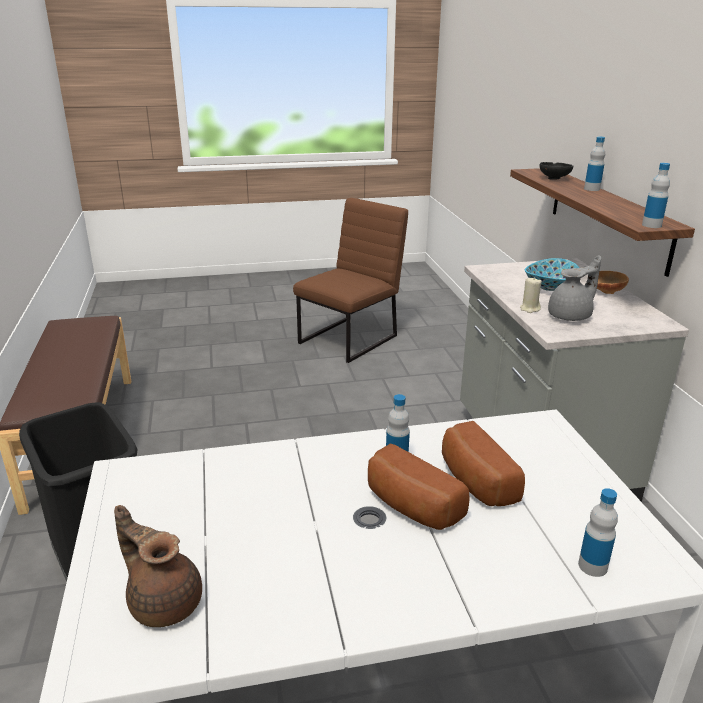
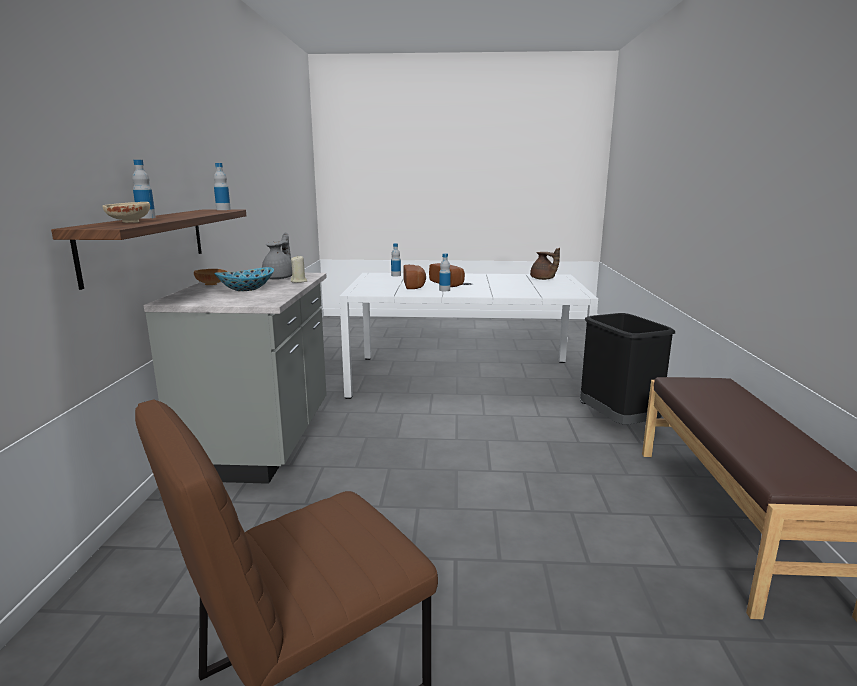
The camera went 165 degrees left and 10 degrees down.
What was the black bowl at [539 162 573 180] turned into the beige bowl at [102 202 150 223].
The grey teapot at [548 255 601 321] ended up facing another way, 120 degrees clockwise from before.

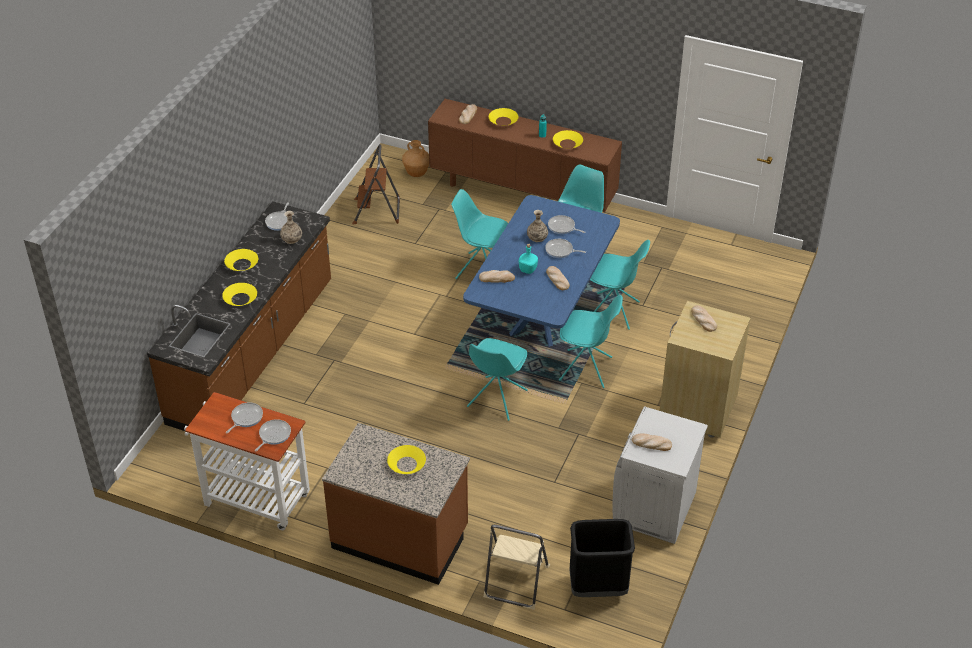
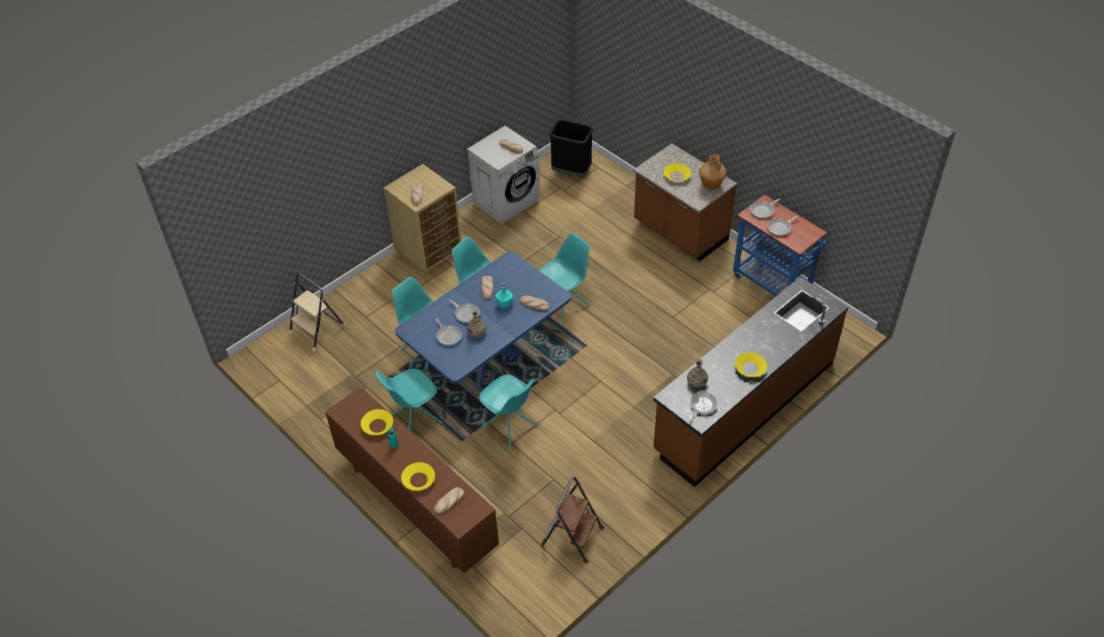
The camera went 155 degrees left and 5 degrees up.
The brown vase ended up elsewhere, having gone from [402 140 429 177] to [699 154 726 189].
The second view lost the yellow bowl at [222 283 257 306].
What was the white cart at [184 392 310 530] turned into the blue cart at [733 195 827 296].
The beige step ladder ended up elsewhere, having gone from [484 525 550 610] to [288 273 346 351].

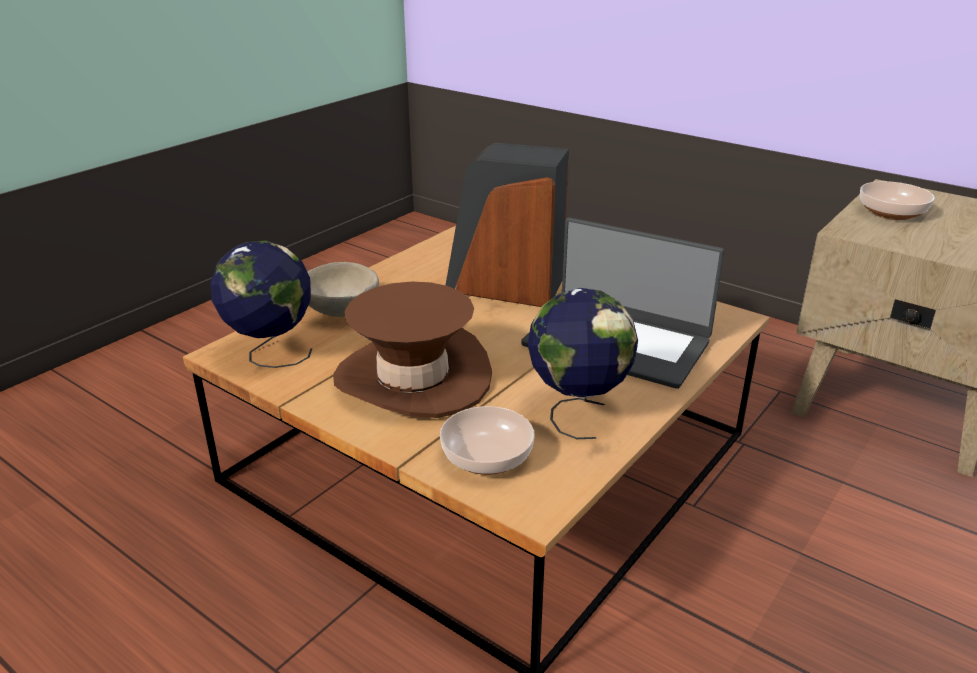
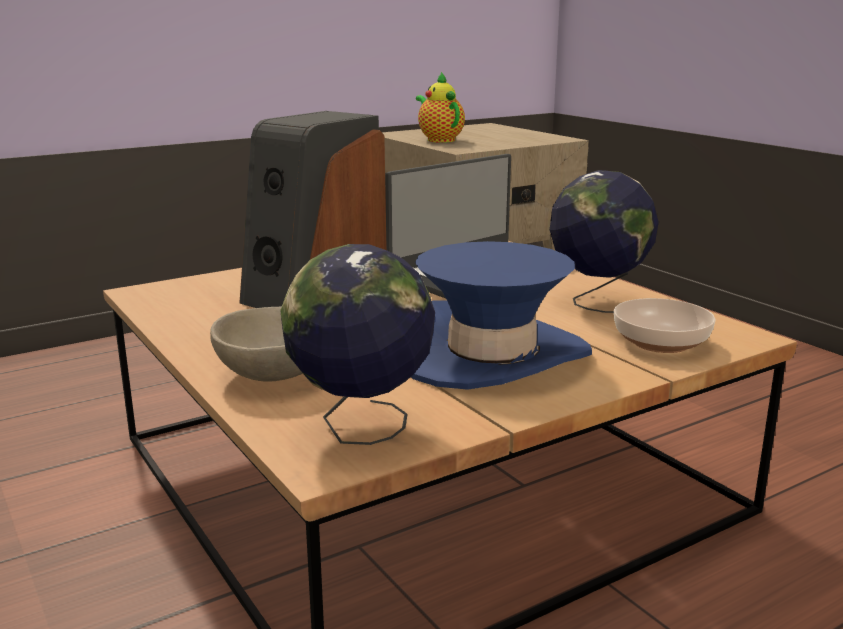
The camera went 70 degrees left and 10 degrees down.
Where the bowl stood at [860 181 935 220], the teapot came to stand at [416 72 465 143].
What was the brown hat at [333 282 492 418] turned into the blue hat at [411 241 592 390].

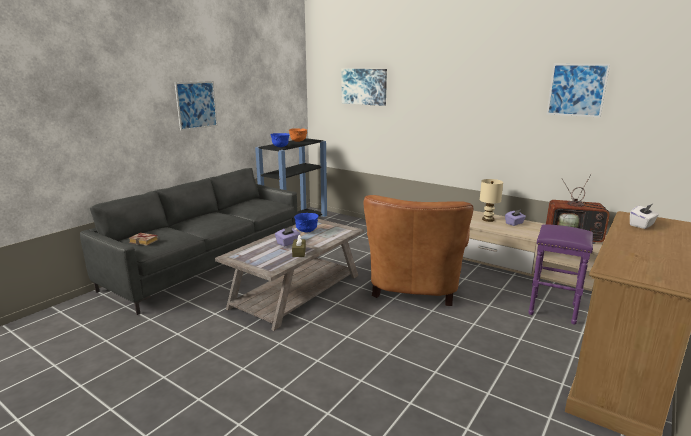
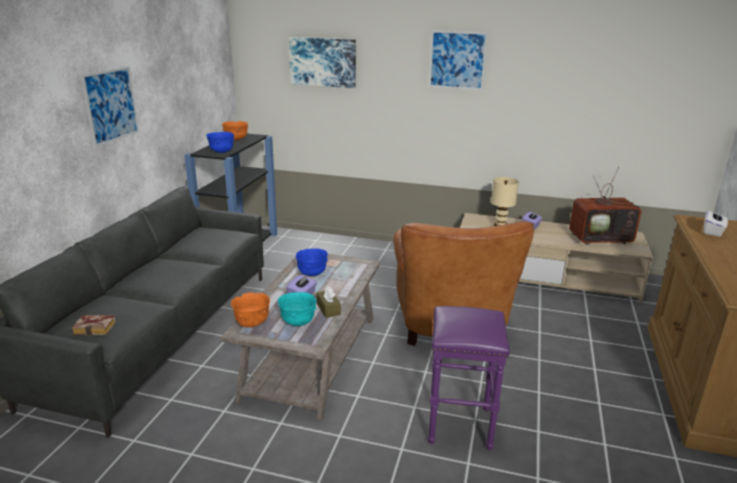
The camera went 20 degrees left and 5 degrees up.
The picture ended up elsewhere, having gone from [547 64 610 118] to [429 30 488 90].
The purple stool ended up elsewhere, having gone from [529 225 593 325] to [428 306 510 450].
The second view gained the turquoise bowl at [278 292 316 326].
The second view gained the orange bowl at [231 293 270 327].

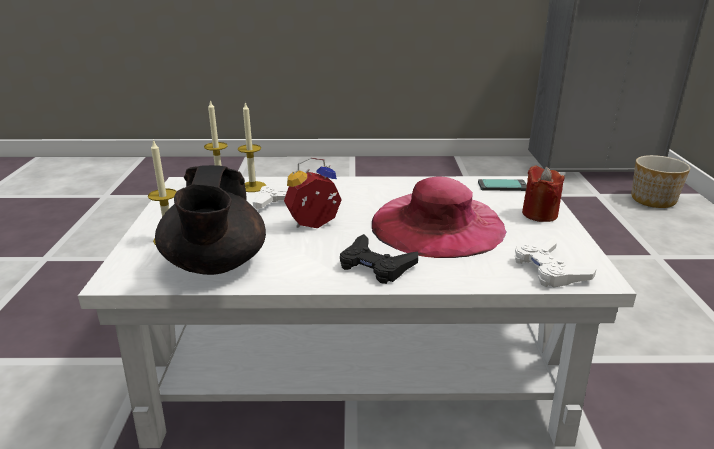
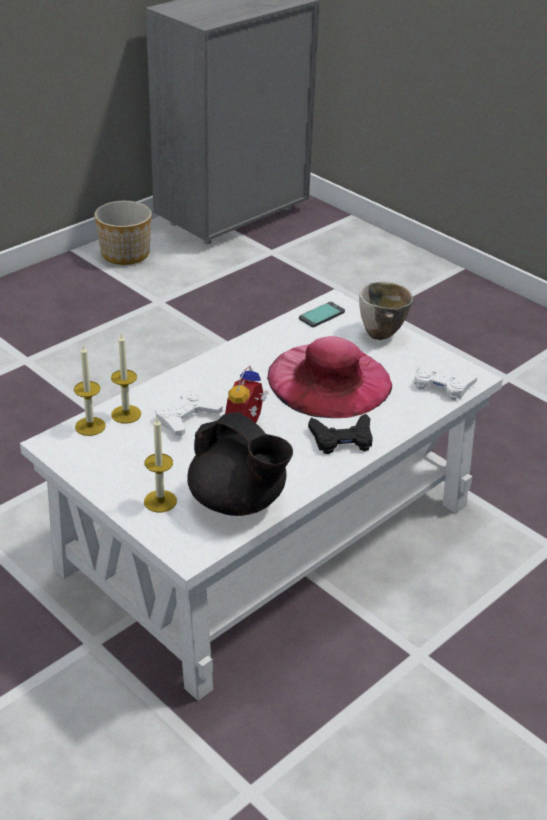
The camera went 45 degrees left and 10 degrees up.
The planter ended up elsewhere, having gone from [631 155 690 208] to [94 201 152 265].
Where the red candle stood at [522 166 565 222], the bowl came to stand at [359 282 413 340].

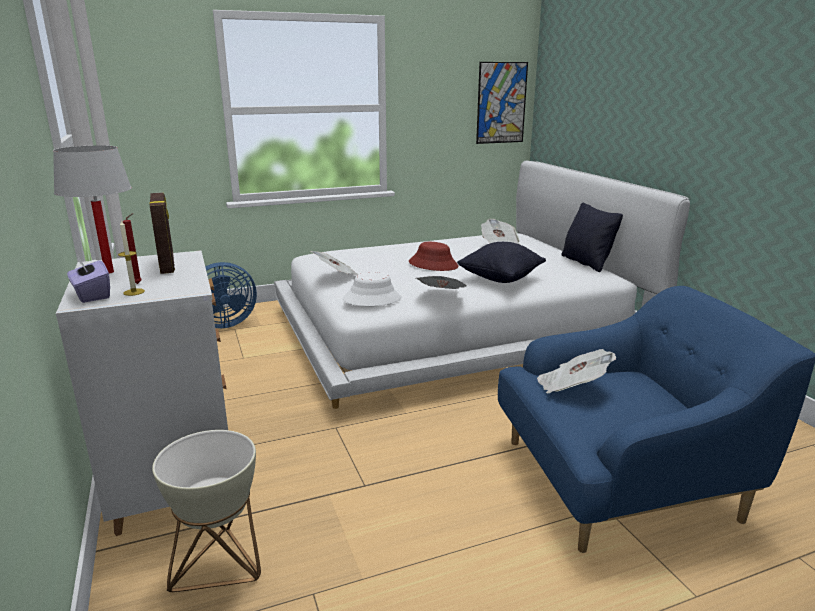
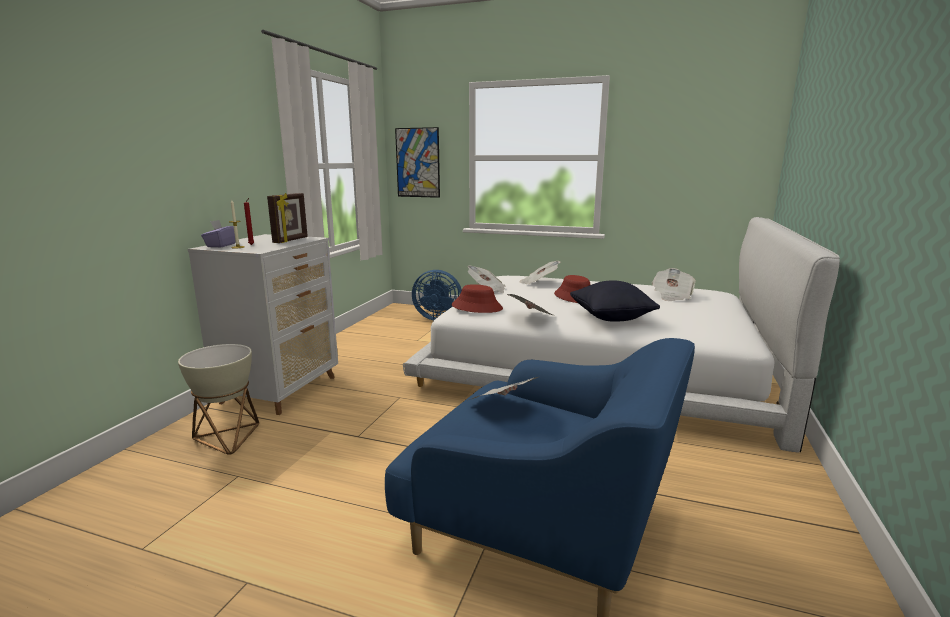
The camera went 40 degrees right and 5 degrees down.
The picture ended up elsewhere, having gone from [476 62 528 144] to [395 127 440 198].
The second view lost the white table lamp at [53 145 132 274].
The second view lost the black pillow at [561 203 623 272].
What was the white hat at [343 272 401 306] turned into the red hat at [452 284 503 313].
The second view gained the newspaper at [519 261 561 284].

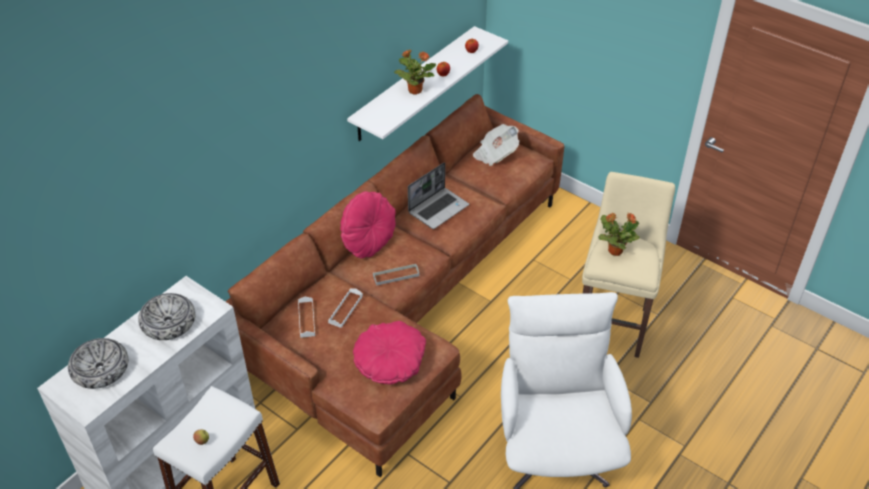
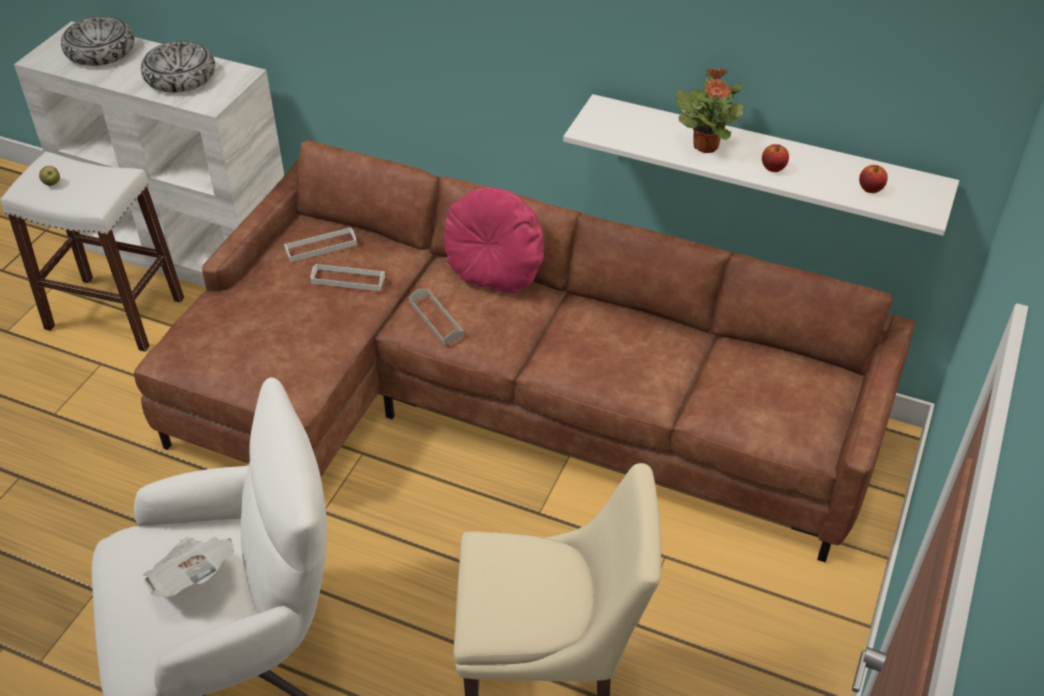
The camera went 75 degrees right and 0 degrees up.
The newspaper ended up elsewhere, having gone from [473 124 519 166] to [143 537 235 597].
The second view lost the laptop at [408 162 469 229].
The second view lost the potted plant at [598 212 640 256].
The second view lost the pink pillow at [353 321 426 384].

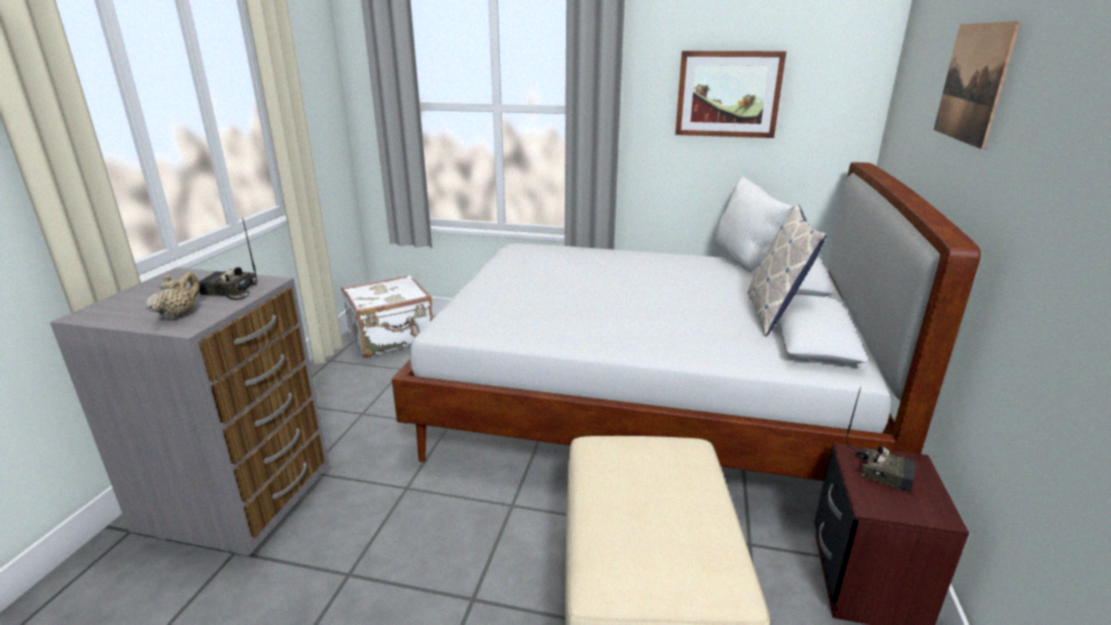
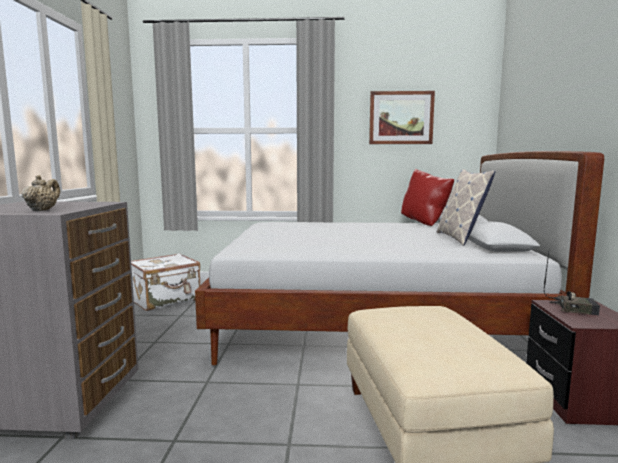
The camera went 10 degrees left and 15 degrees down.
The second view lost the picture at [934 21 1021 149].
What was the white pillow at [715 176 792 272] turned into the red pillow at [401 168 454 226].
The second view lost the radio at [199 218 257 300].

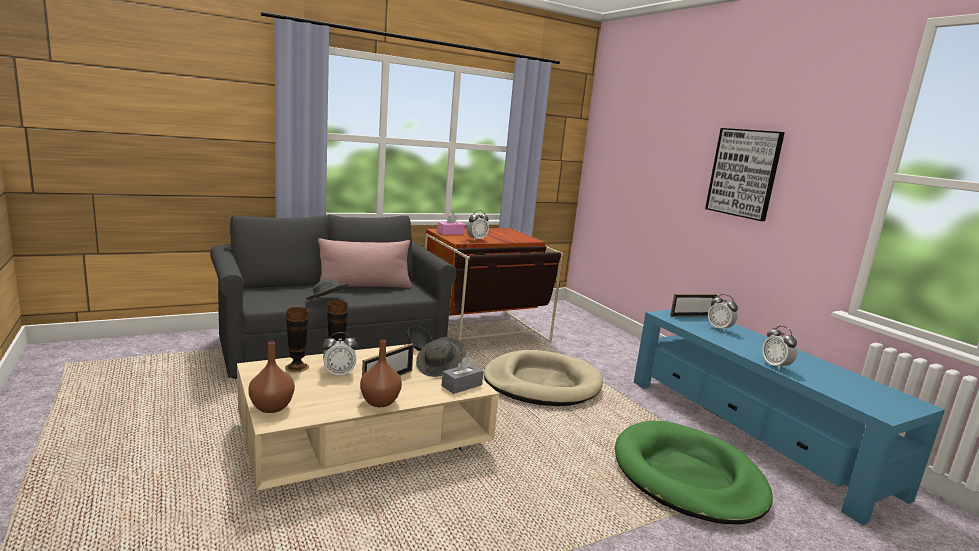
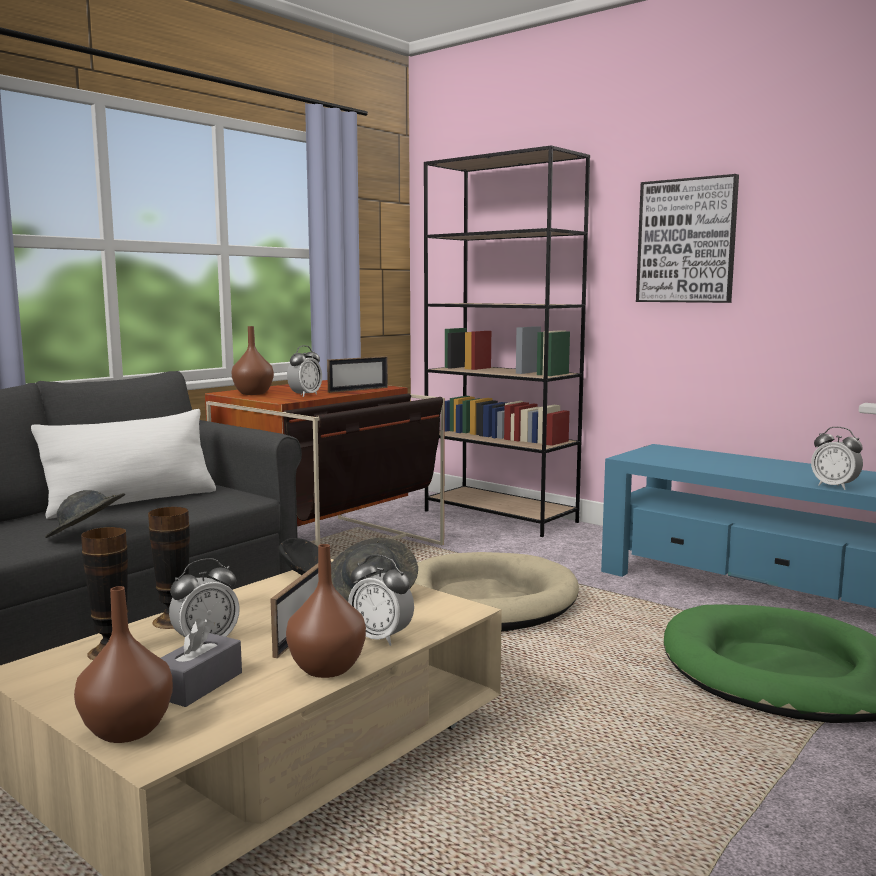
The camera went 20 degrees left and 5 degrees down.
Where the pink tissue box stood at [437 213 465 235], the brown vase came to stand at [232 326 274 395].
What was the pink pillow at [318 238 411 288] turned into the white pillow at [31 409 216 519].
The picture frame ended up elsewhere, having gone from [670 294 718 317] to [327 356 388 393].
The alarm clock ended up elsewhere, having gone from [708 294 738 332] to [348 554 414 646].
The grey tissue box ended up elsewhere, having gone from [442 357 484 394] to [161 619 242 707].
The second view gained the beige bookcase at [424 145 590 537].

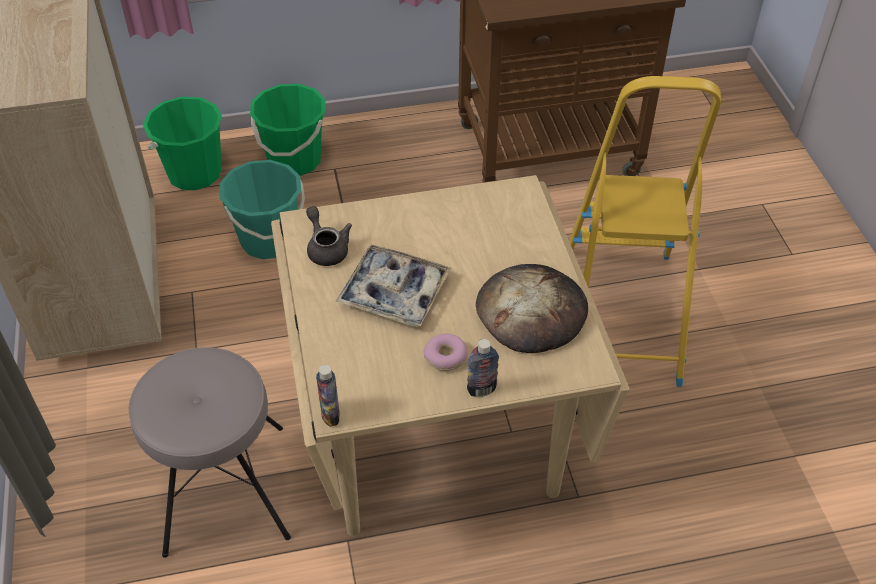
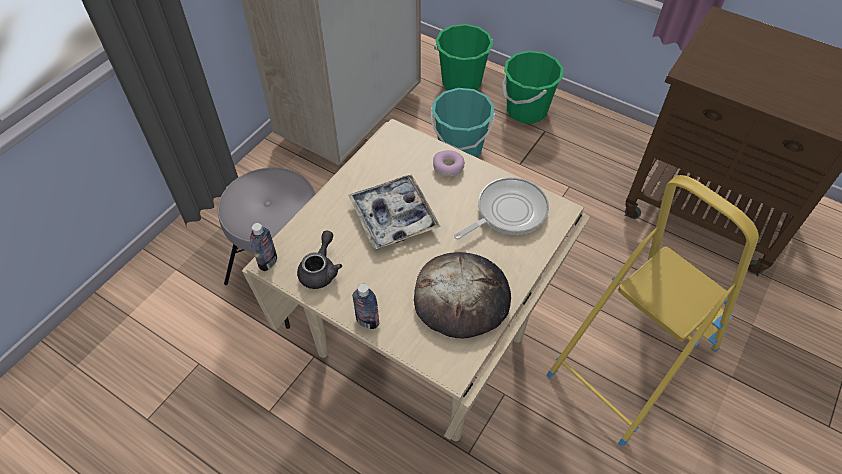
The camera went 45 degrees right and 5 degrees up.
The grey teapot ended up elsewhere, having gone from [306 206 352 266] to [297 230 342 289].
The donut ended up elsewhere, having gone from [424 334 468 371] to [433 150 465 177].
The second view gained the frying pan at [454 177 549 239].

